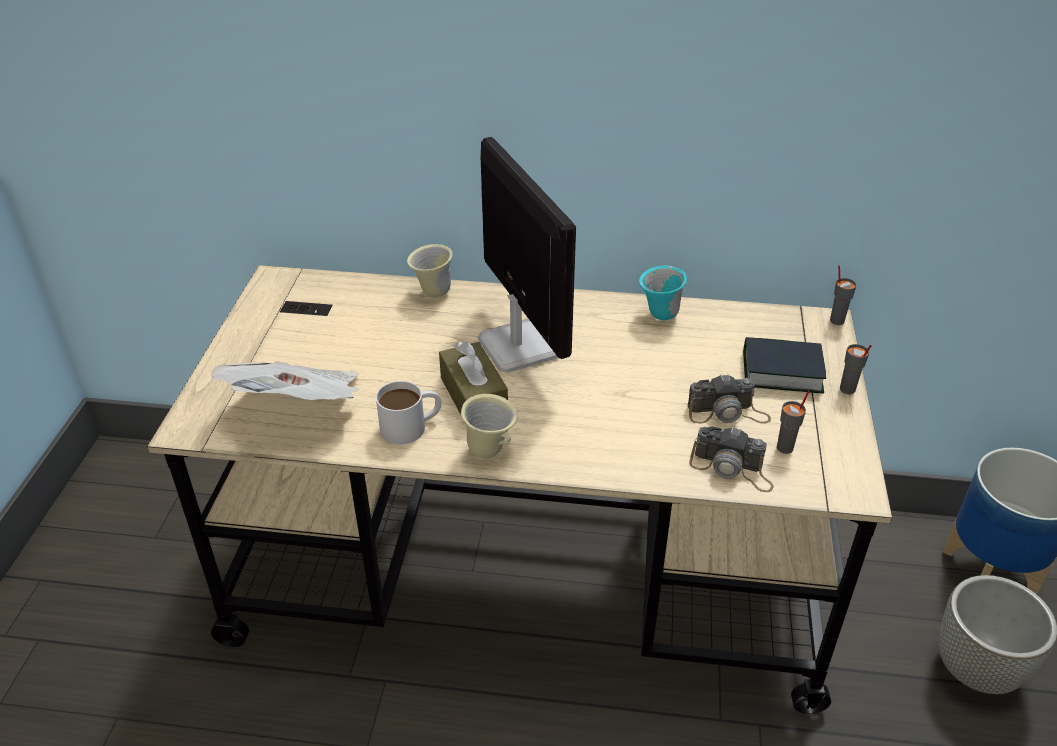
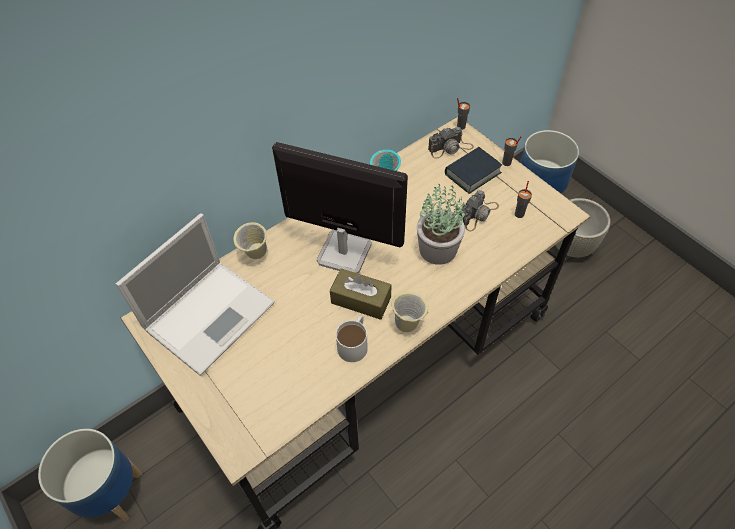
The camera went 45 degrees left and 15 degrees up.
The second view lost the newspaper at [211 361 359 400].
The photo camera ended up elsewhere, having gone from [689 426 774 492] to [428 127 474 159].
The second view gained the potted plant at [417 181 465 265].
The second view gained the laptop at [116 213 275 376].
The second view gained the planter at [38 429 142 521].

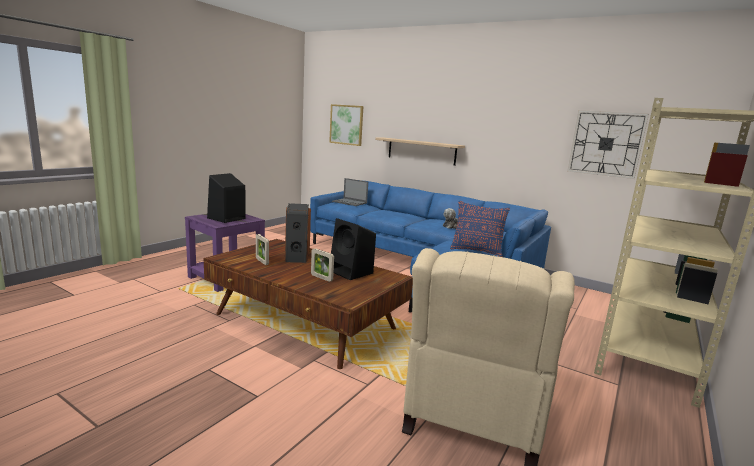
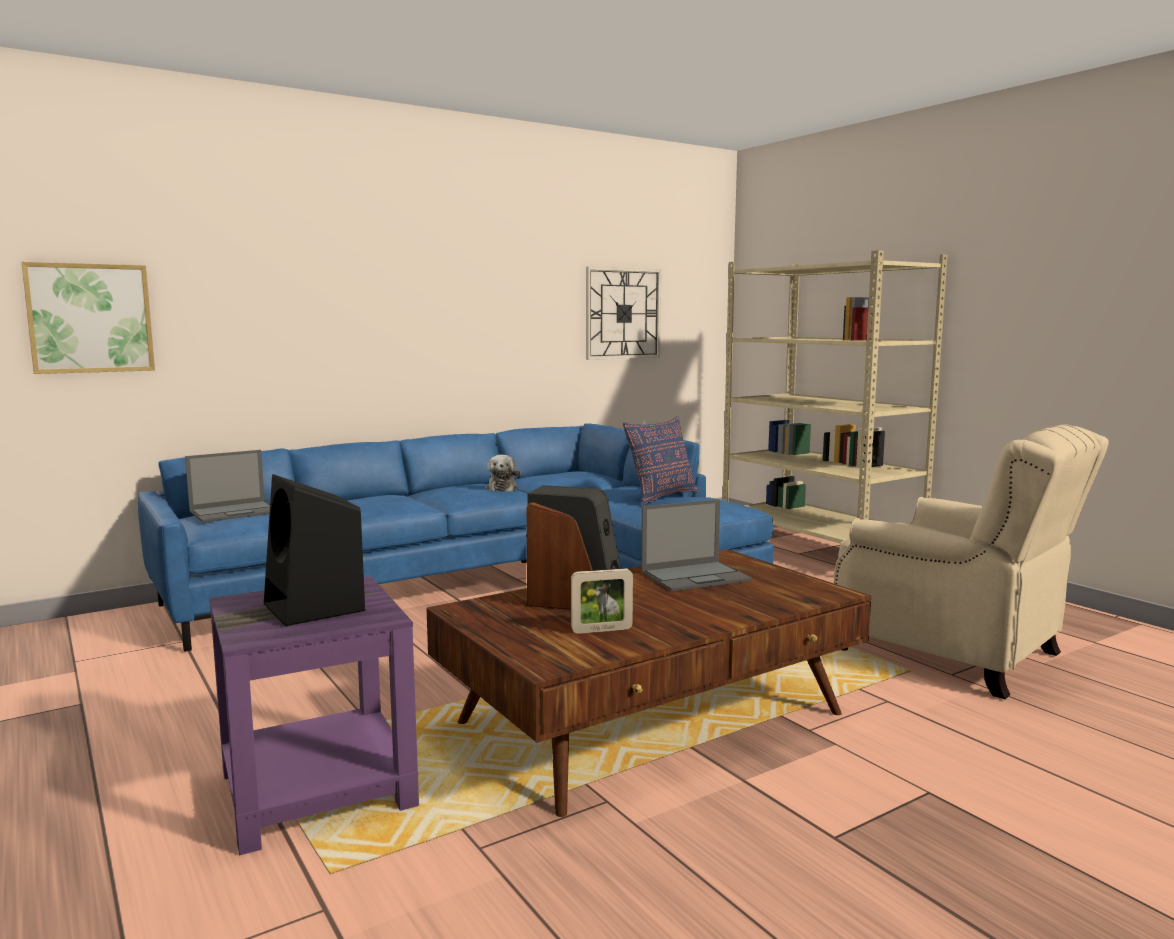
The camera went 65 degrees left and 5 degrees down.
The second view lost the shelf at [375 138 465 166].
Where the black speaker stood at [331 218 376 280], the laptop came to stand at [641 499 752 591].
The second view lost the picture frame at [311 248 334 282].

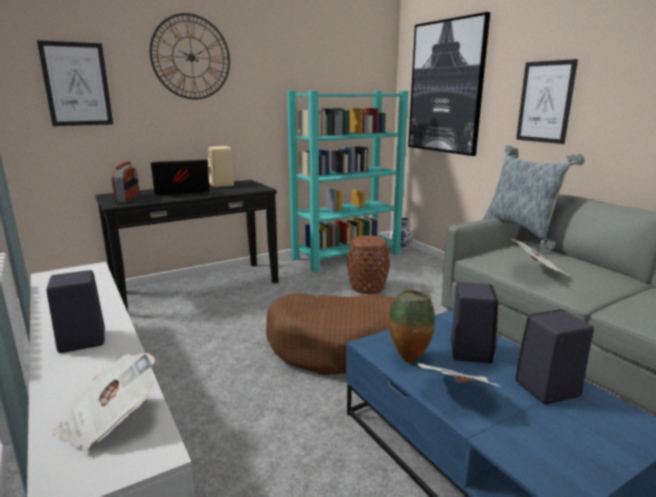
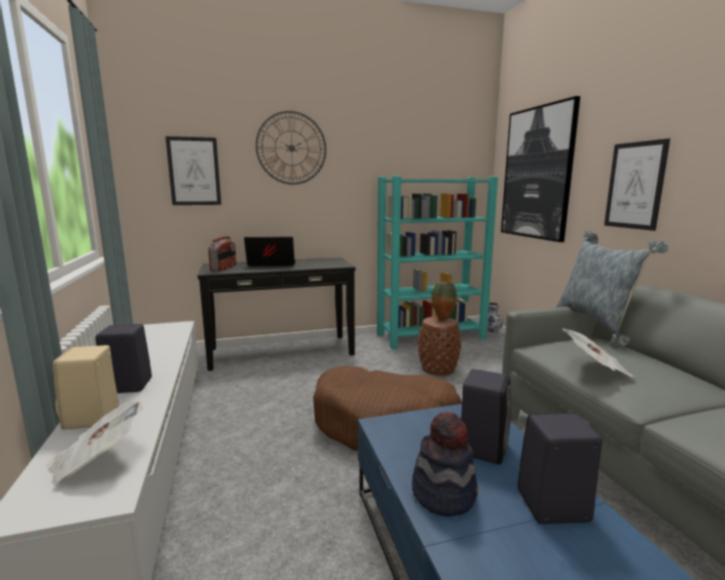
The camera went 15 degrees right and 5 degrees down.
The beige speaker ended up elsewhere, having gone from [208 146 234 187] to [53 345 119 430].
The vase ended up elsewhere, having gone from [388 289 435 363] to [432 281 457 321].
Where the newspaper stood at [417 363 500 387], the hat came to stand at [412 411 478 517].

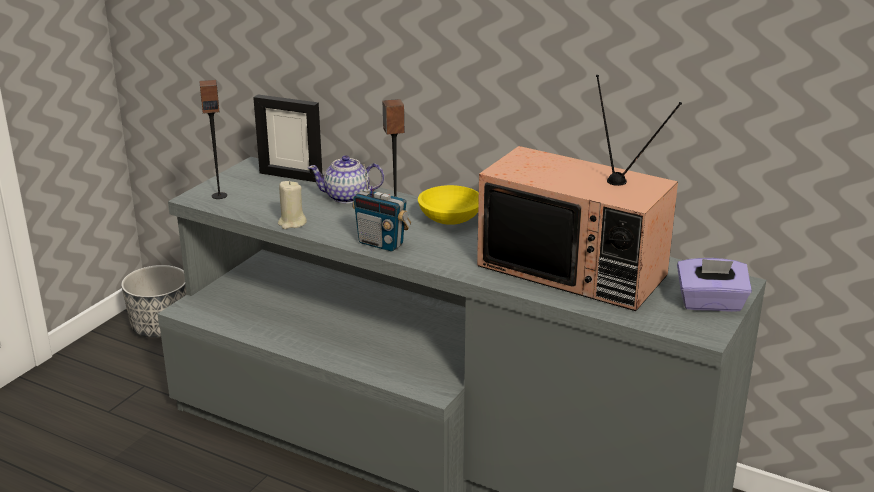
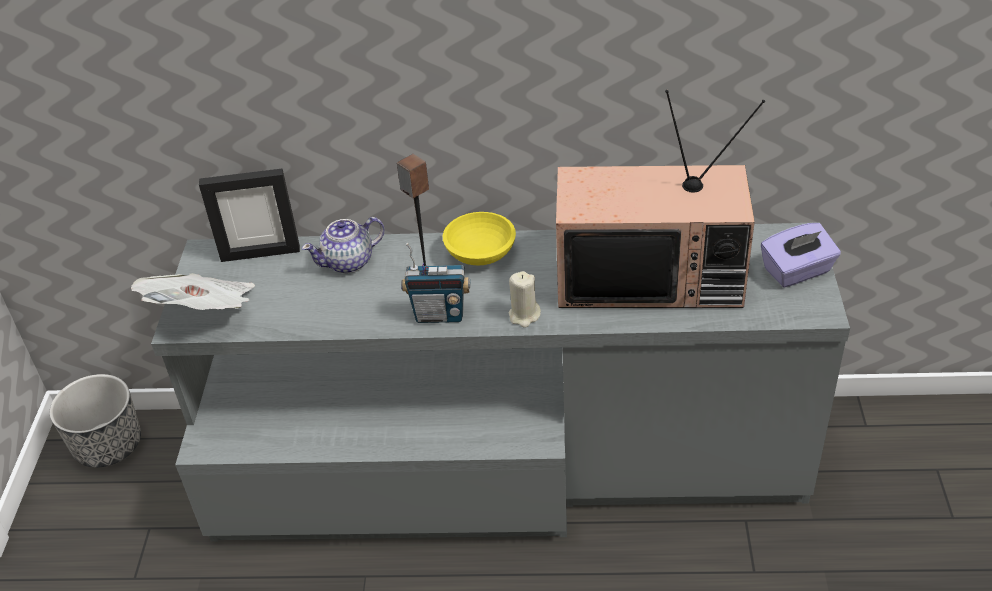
The camera went 25 degrees left and 15 degrees up.
Where the speaker stood at [199 80 227 199], the newspaper came to stand at [131 273 255 310].
The beige candle ended up elsewhere, having gone from [278 181 307 229] to [509 271 541 328].

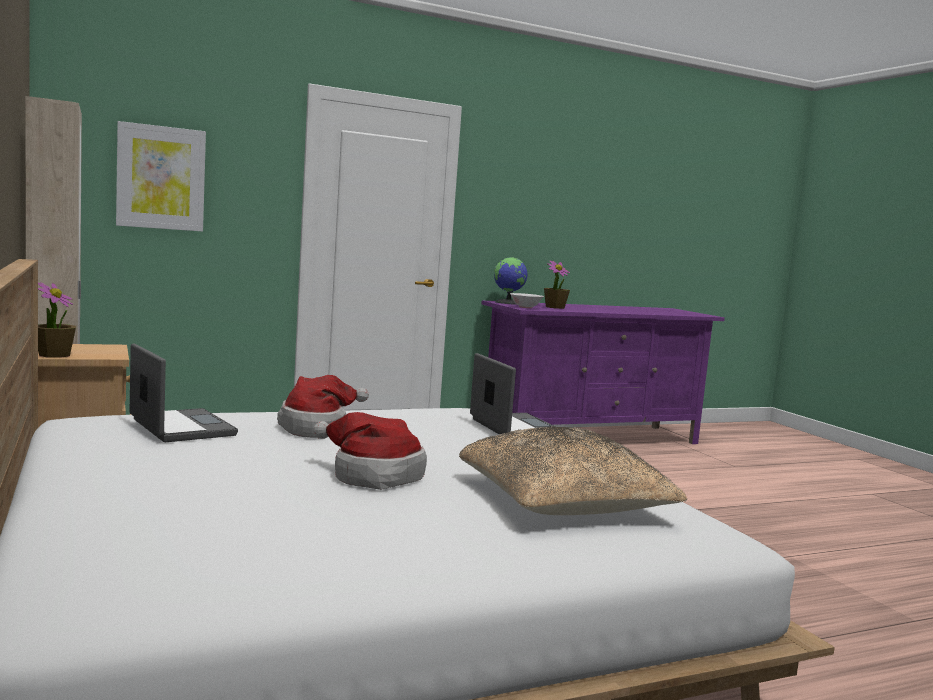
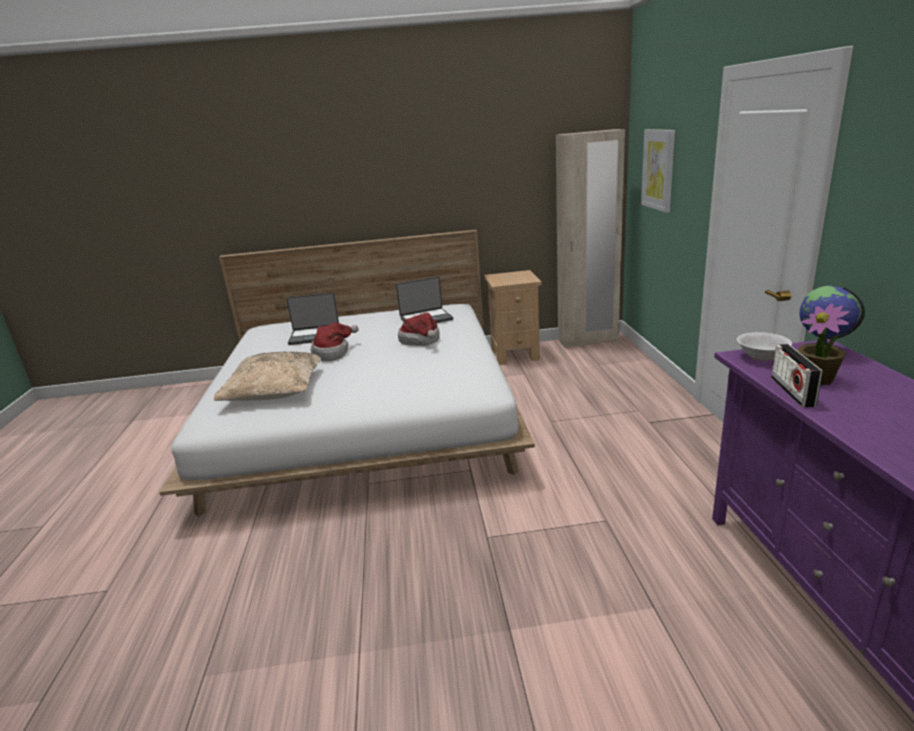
The camera went 110 degrees right and 15 degrees up.
The second view lost the potted plant at [38 282 76 358].
The laptop ended up elsewhere, having gone from [470 353 555 435] to [287 292 339 345].
The second view gained the radio at [771 344 822 407].

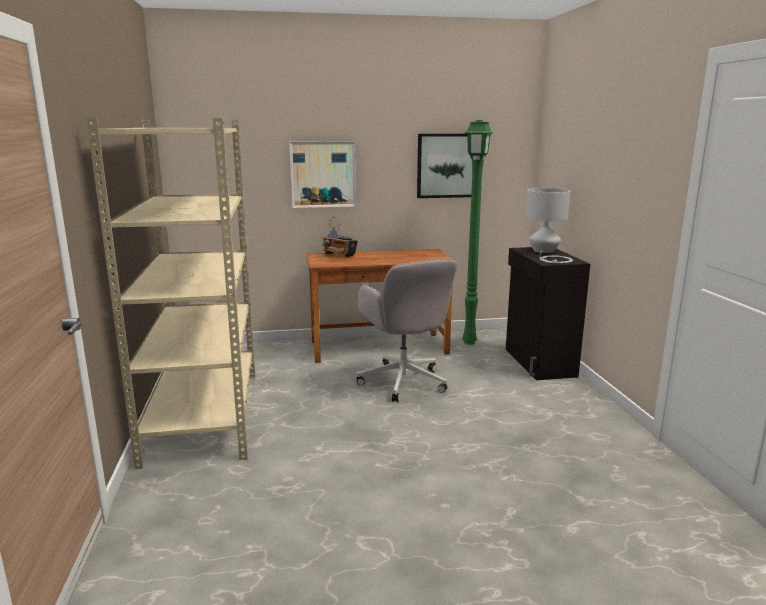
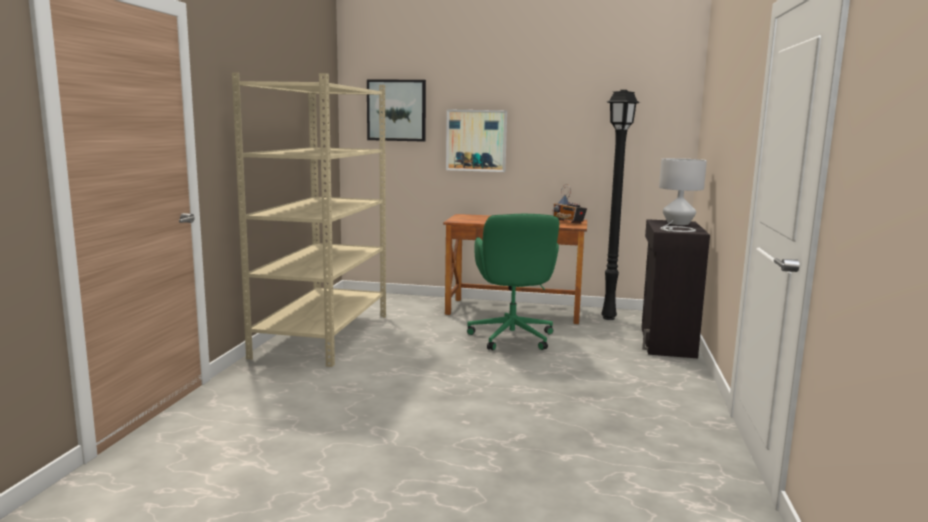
The camera went 20 degrees right and 5 degrees down.
What was the green floor lamp at [462 120 494 345] turned into the black floor lamp at [601 90 640 320].
The picture ended up elsewhere, having gone from [417 134 472 198] to [367 79 426 142].
The radio ended up elsewhere, having gone from [322 217 358 257] to [552 184 587 224].
What was the grey office chair at [356 259 457 402] turned into the green office chair at [467 214 559 350].

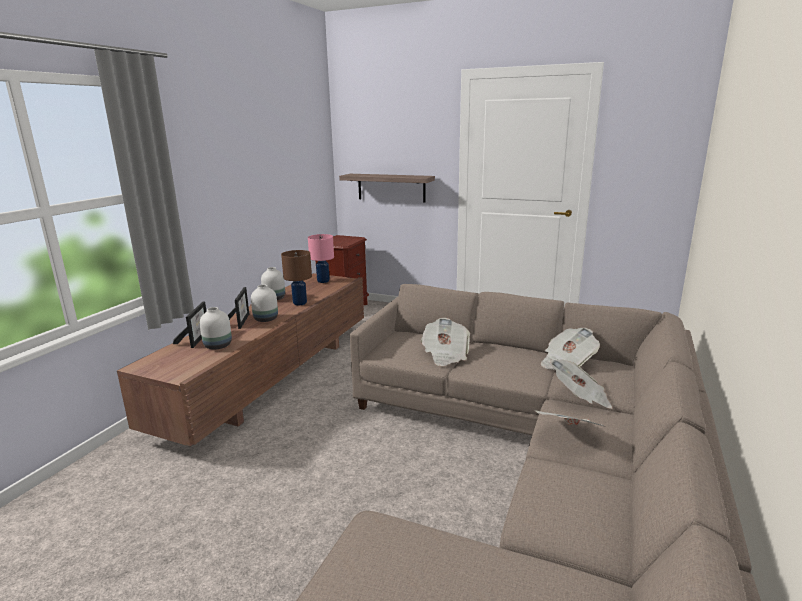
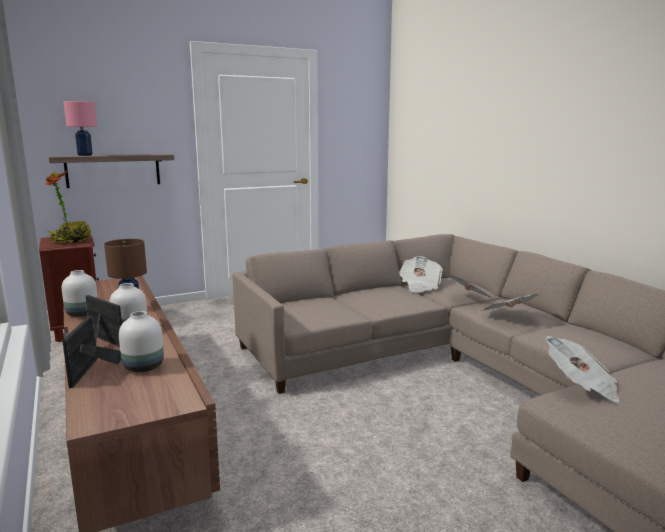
The camera went 50 degrees left and 5 degrees down.
The pink table lamp ended up elsewhere, having gone from [308 234 334 283] to [63 101 97 156].
The picture frame at [173 302 207 348] ended up facing another way, 135 degrees counterclockwise from before.
The newspaper ended up elsewhere, having gone from [421 318 470 366] to [546 336 620 403].
The second view gained the potted plant at [45 171 92 243].

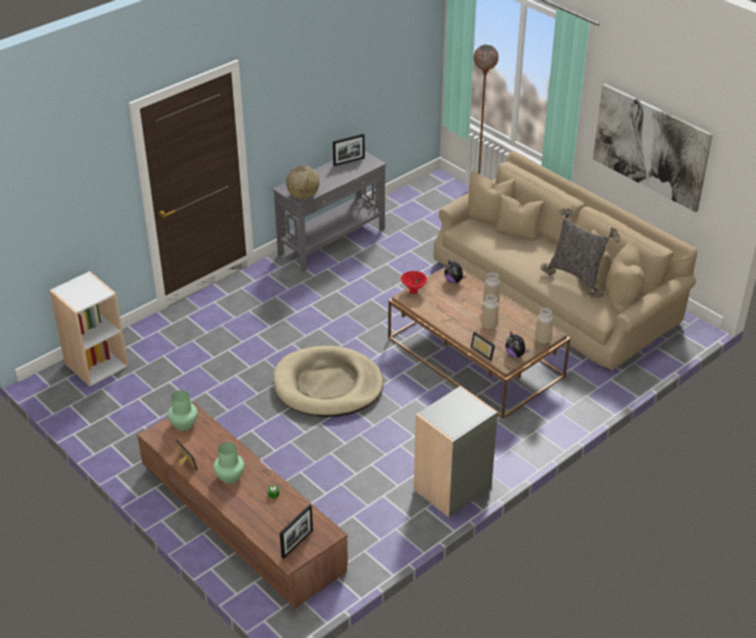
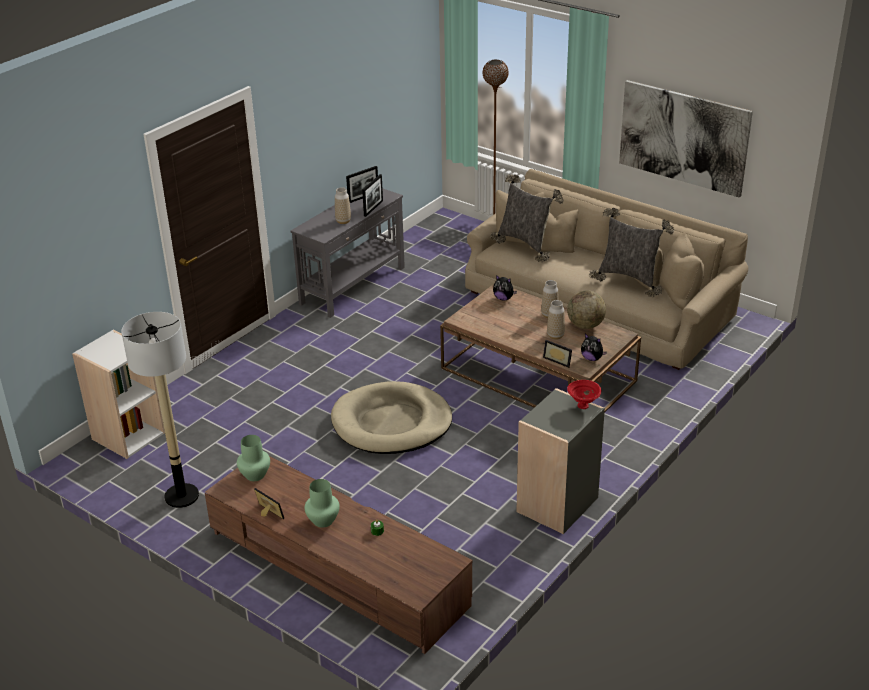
The camera went 10 degrees left and 5 degrees down.
The globe ended up elsewhere, having gone from [286 166 319 199] to [567 290 606 329].
The red bowl ended up elsewhere, having gone from [401 271 427 294] to [567 380 601 409].
The vase ended up elsewhere, having gone from [535 308 553 344] to [335 187 351 224].
The picture frame ended up elsewhere, having gone from [280 504 313 559] to [362 174 383 217].
The second view gained the pillow at [490 174 564 263].
The second view gained the floor lamp at [121 312 199 508].

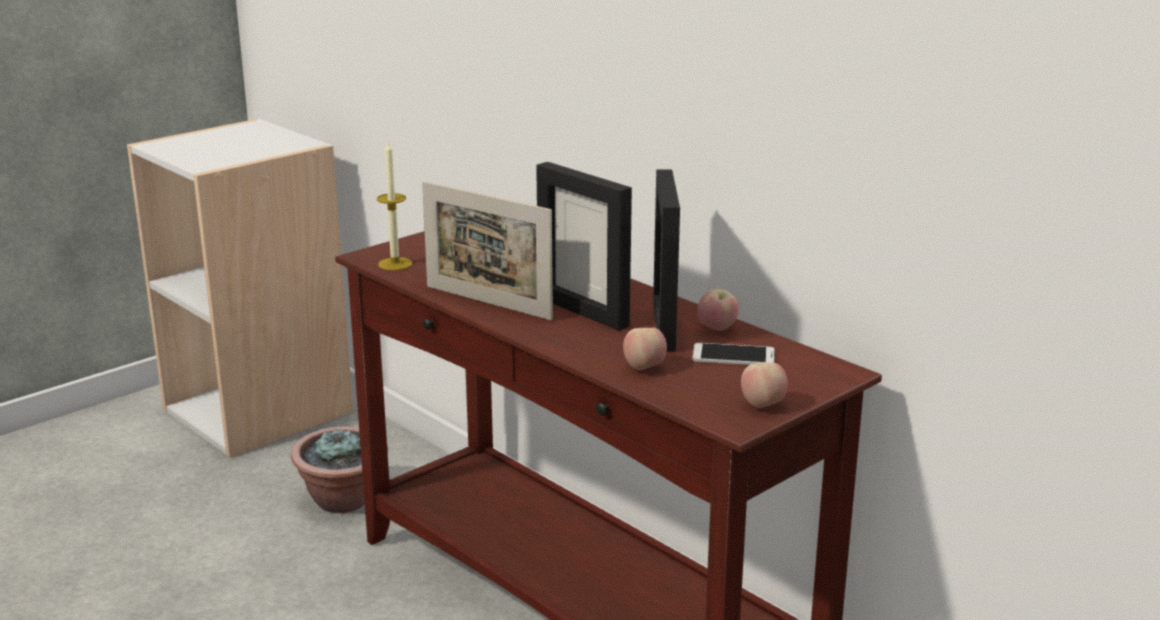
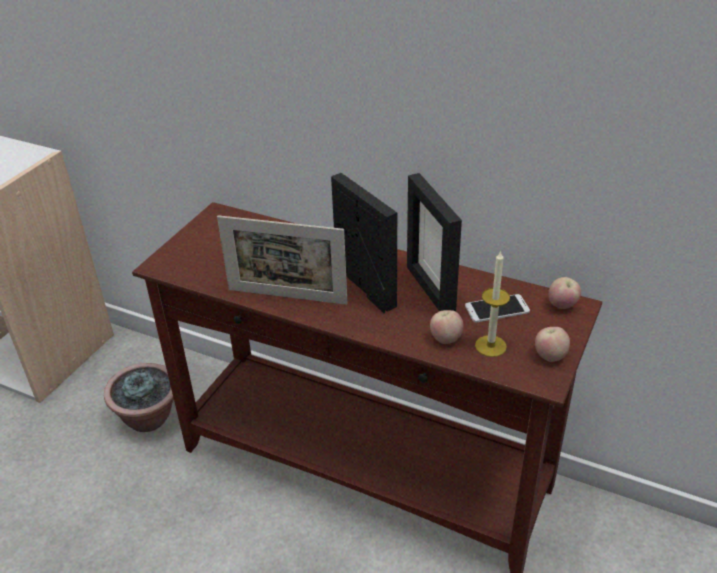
The camera went 20 degrees left and 15 degrees up.
The candle ended up elsewhere, having gone from [377 142 412 270] to [475 250 510 357].
The picture frame at [536 162 632 331] ended up facing another way, 150 degrees counterclockwise from before.
The apple ended up elsewhere, having gone from [697 289 739 331] to [548 277 581 309].

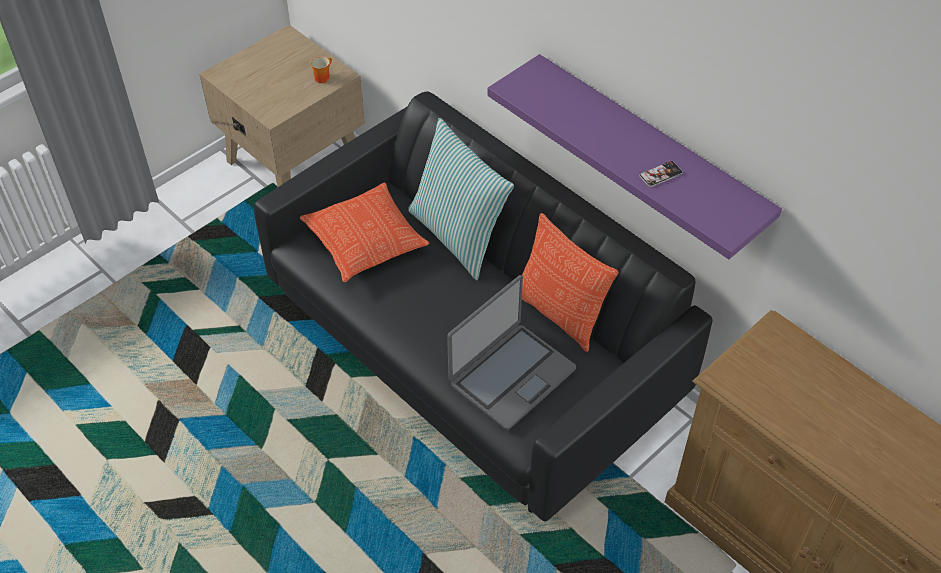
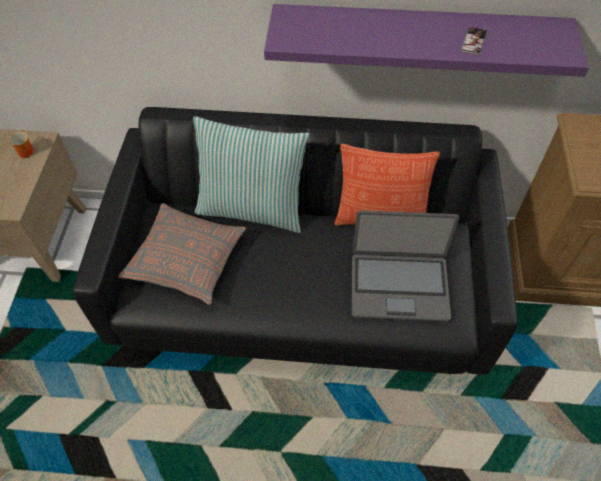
The camera went 40 degrees left and 5 degrees up.
What was the orange pillow at [300 183 429 282] turned into the grey pillow at [118 203 246 305].
The laptop at [447 275 576 430] ended up facing another way, 90 degrees clockwise from before.

